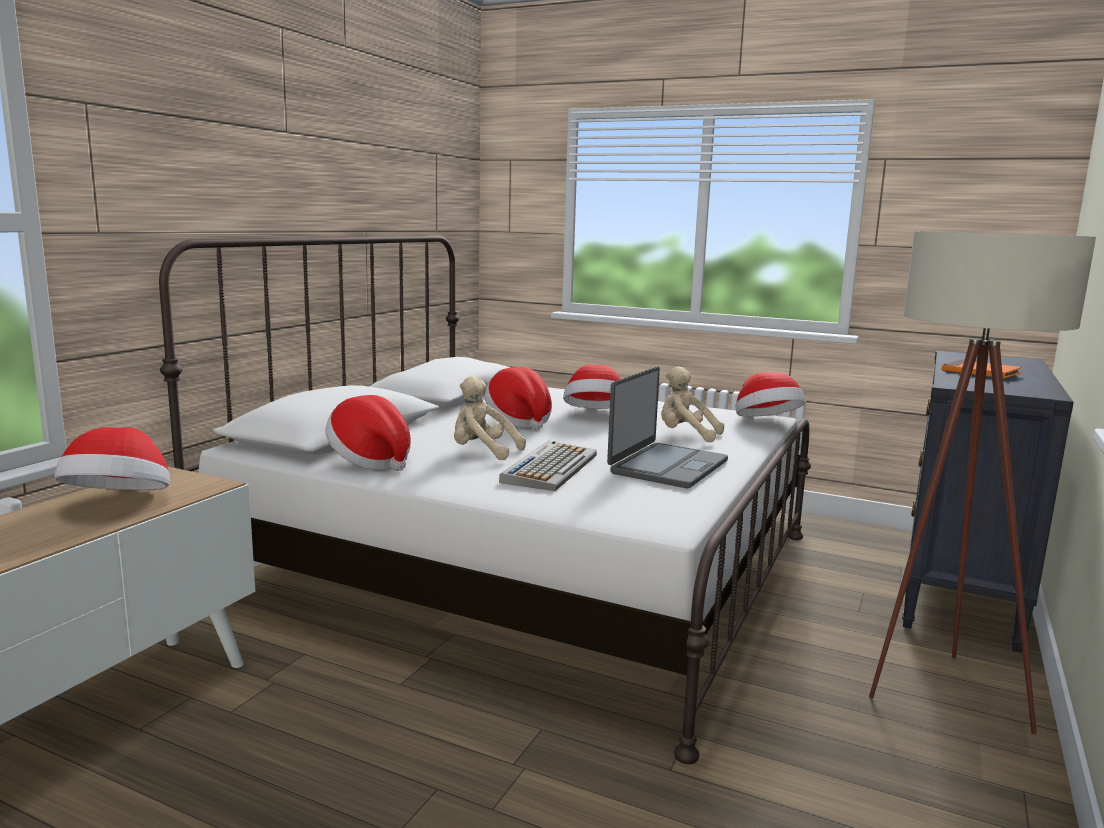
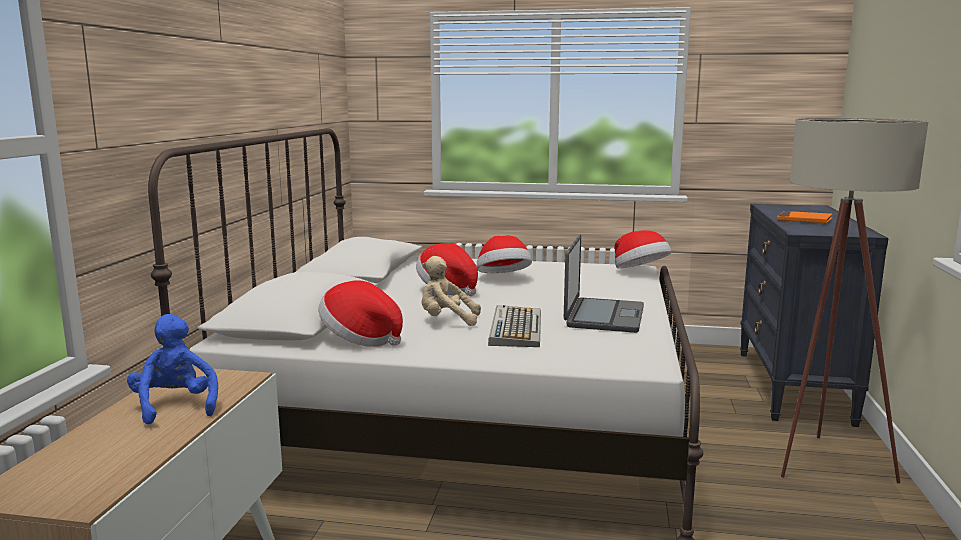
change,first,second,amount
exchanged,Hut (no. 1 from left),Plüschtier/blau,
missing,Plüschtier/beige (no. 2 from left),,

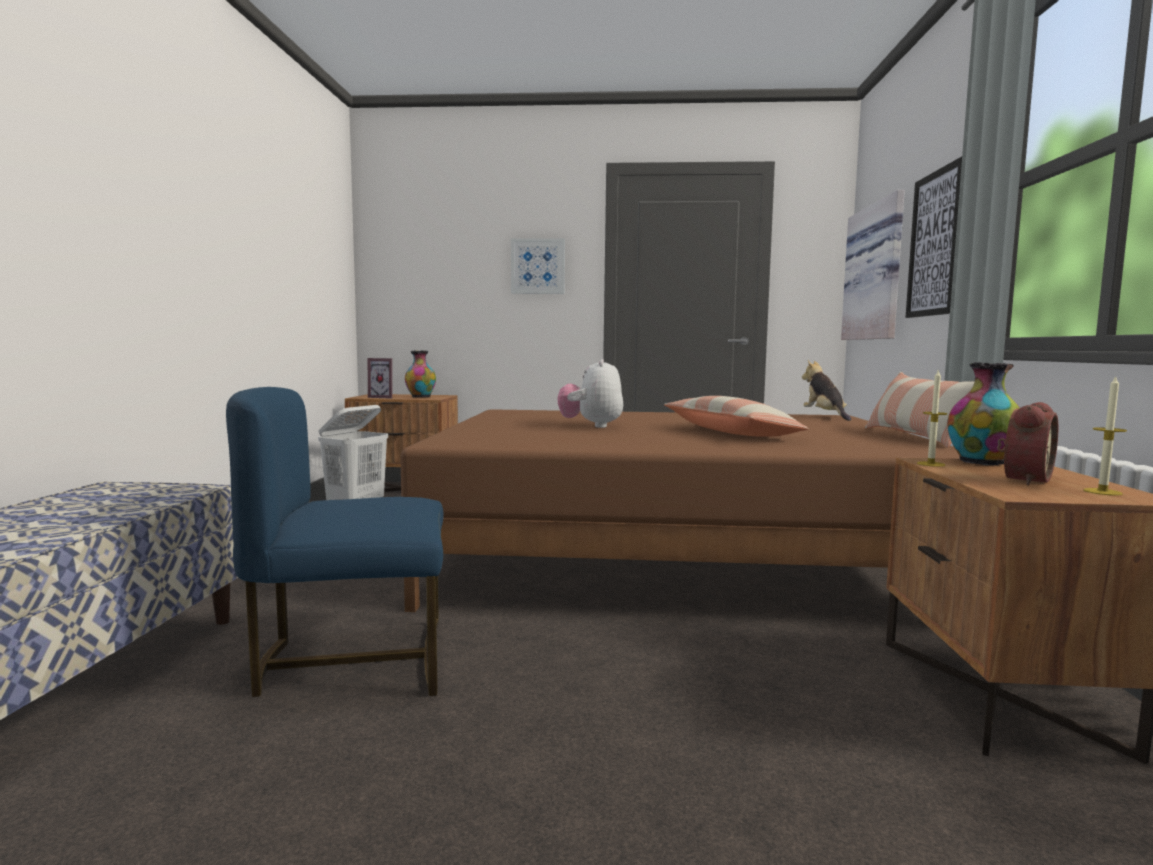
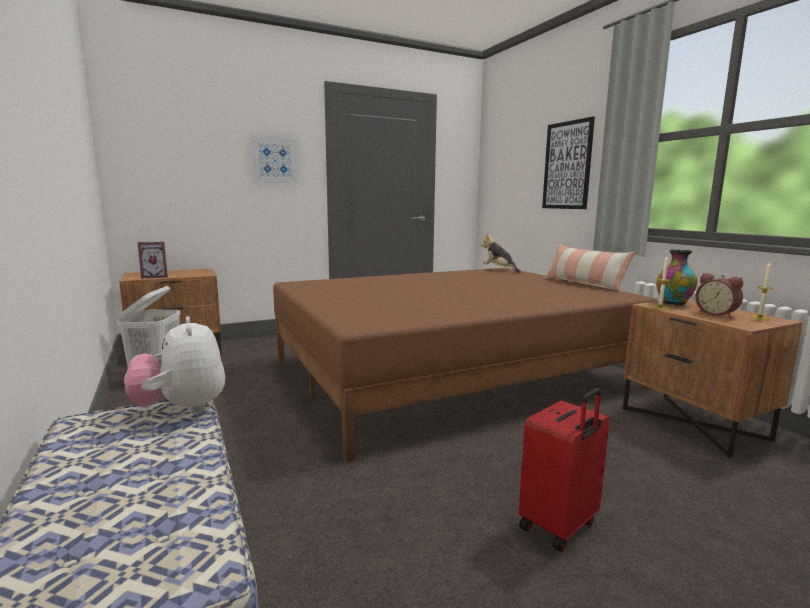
change,first,second,amount
missing,Stuhl/blau,,
missing,Vase (no. 1 from left),,
relocated,Plüschtier (no. 1 from left),,
missing,Kissen (no. 1 from left),,
missing,Bild (no. 2 from left),,
spun,Wecker,,135 degrees clockwise
appeared,,Koffer/rot,

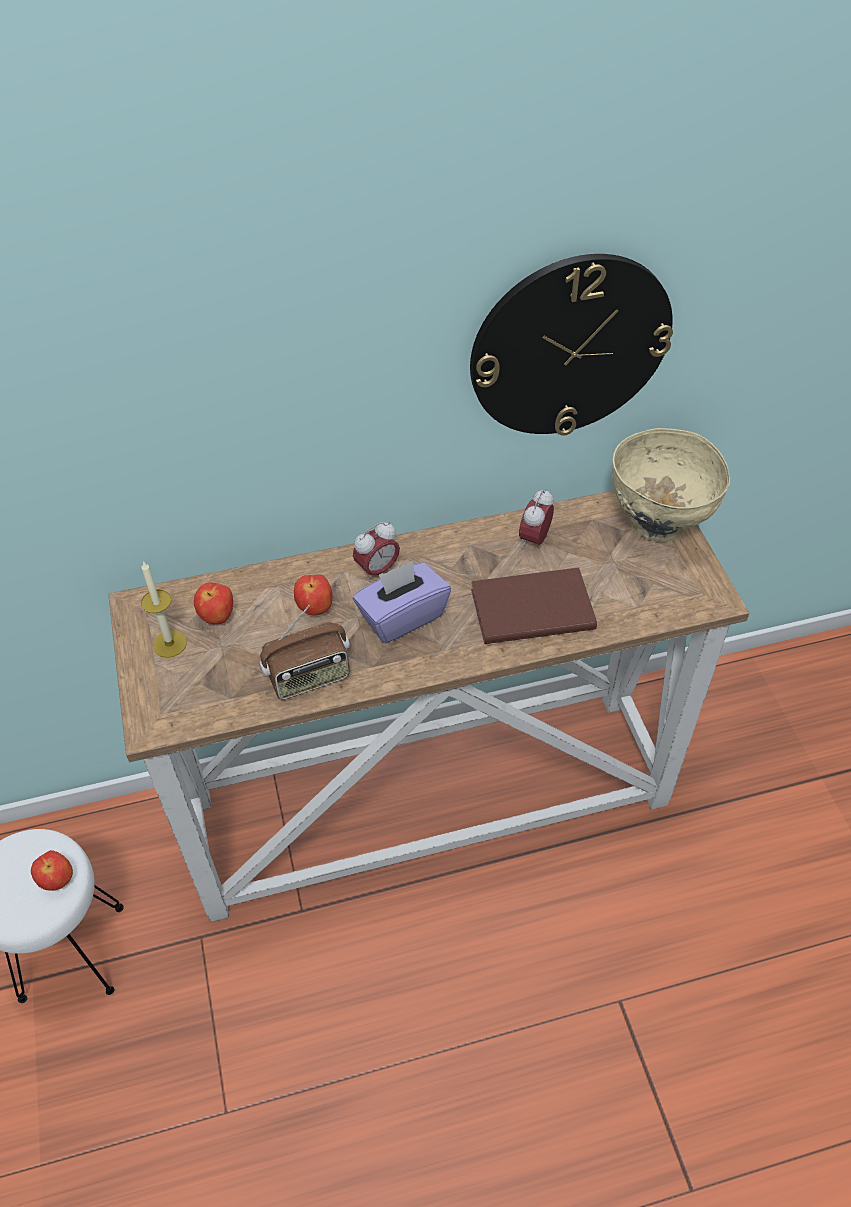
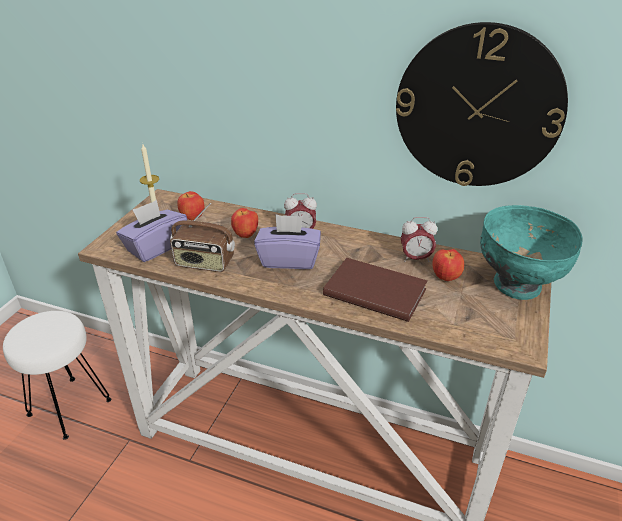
change,first,second,amount
relocated,Apfel (no. 1 from left in the first image),Apfel (no. 3 from left),
spun,Wecker (no. 2 from left),,150 degrees counterclockwise
colour,Schüssel/beige,Schüssel/türkis,
appeared,,Taschentuchbox/lila (no. 1 from left),

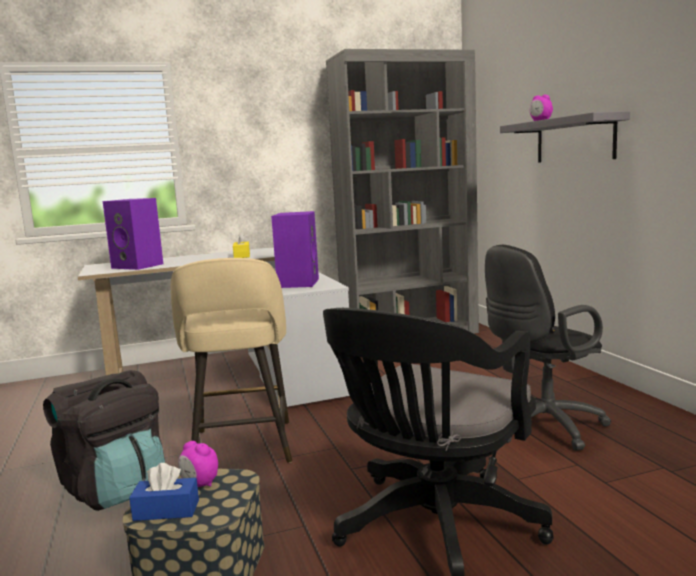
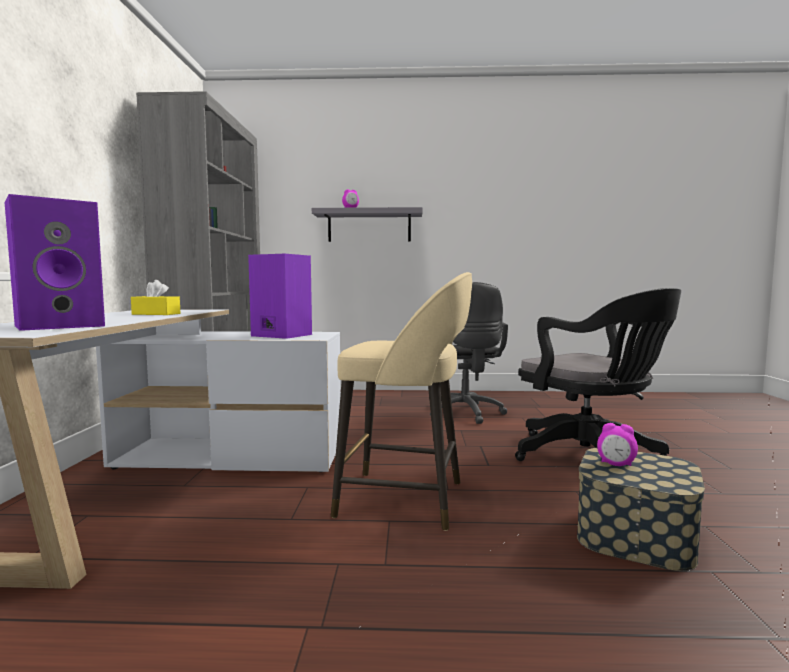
change,first,second,amount
missing,Rucksack/schwarz,,
missing,Taschentuchbox/blau,,
spun,Wecker (no. 1 from left in the first image),Wecker (no. 2 from left),60 degrees clockwise

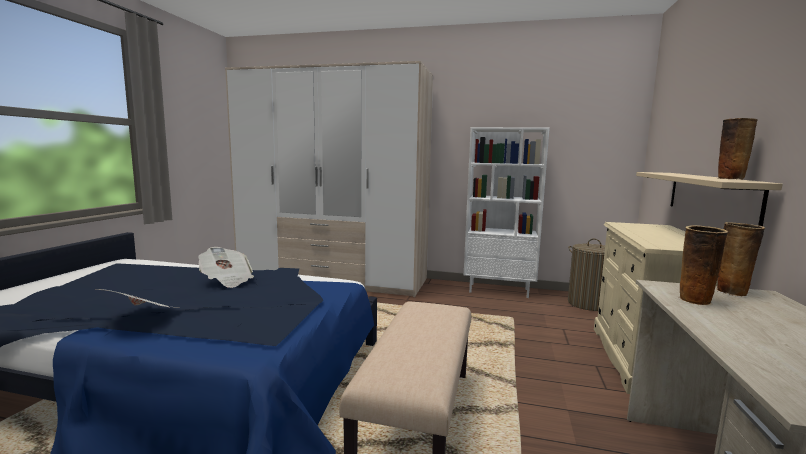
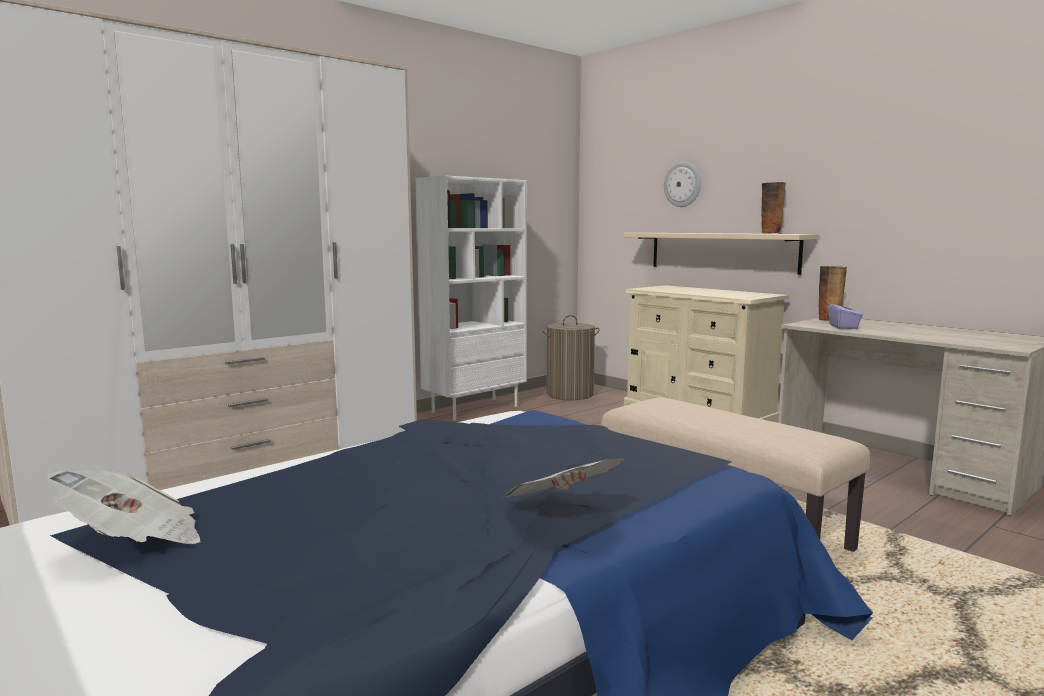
change,first,second,amount
relocated,Zeitung (no. 2 from left in the first image),Zeitung (no. 1 from left),
exchanged,Vase (no. 1 from left),Taschentuchbox/lila,
appeared,,Wanduhr,

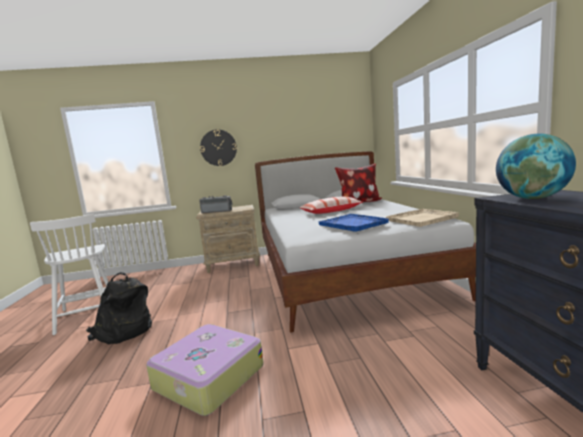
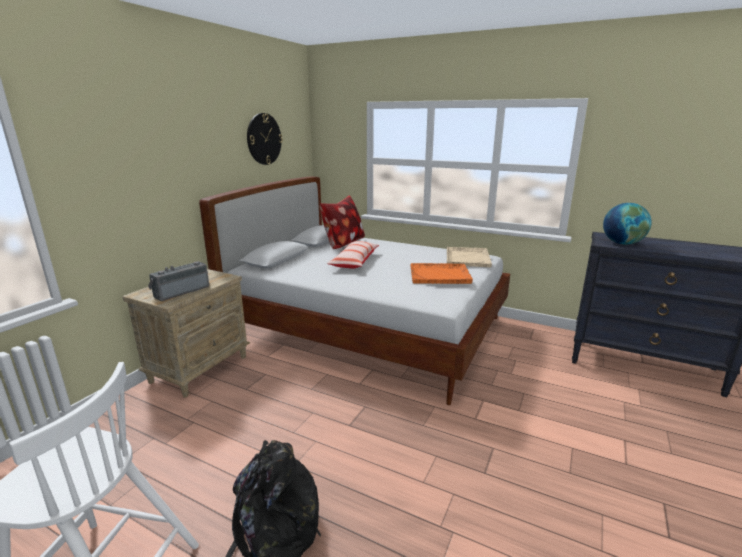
change,first,second,amount
missing,Koffer,,
relocated,Wanduhr,,
colour,Tablett/blau,Tablett/orange,

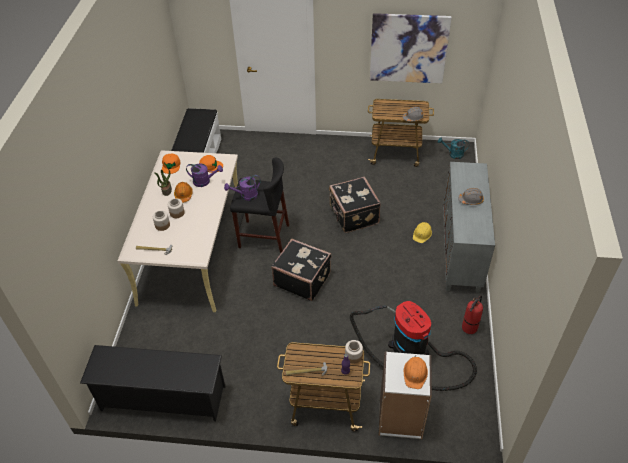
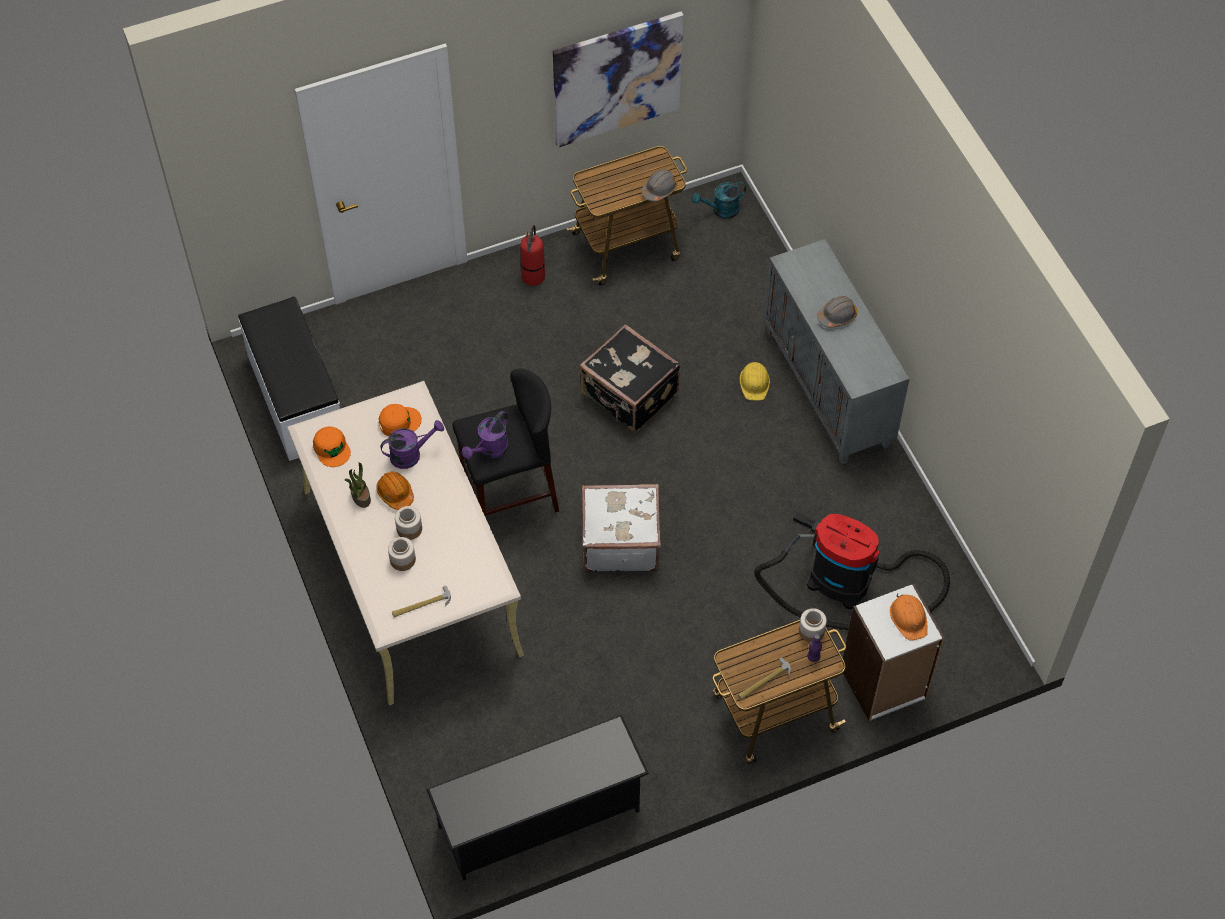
change,first,second,amount
colour,Koffer/schwarz (no. 1 from left),Koffer/weiß,
relocated,Feuerlöscher,,

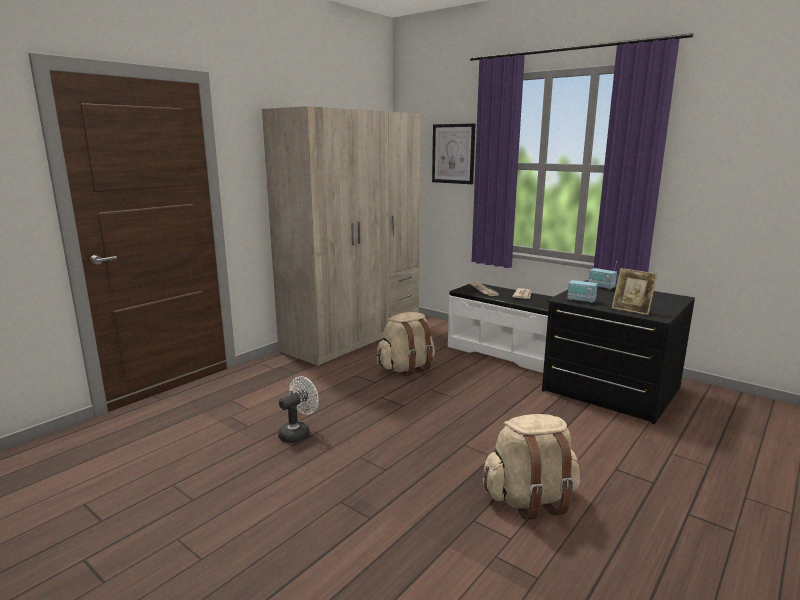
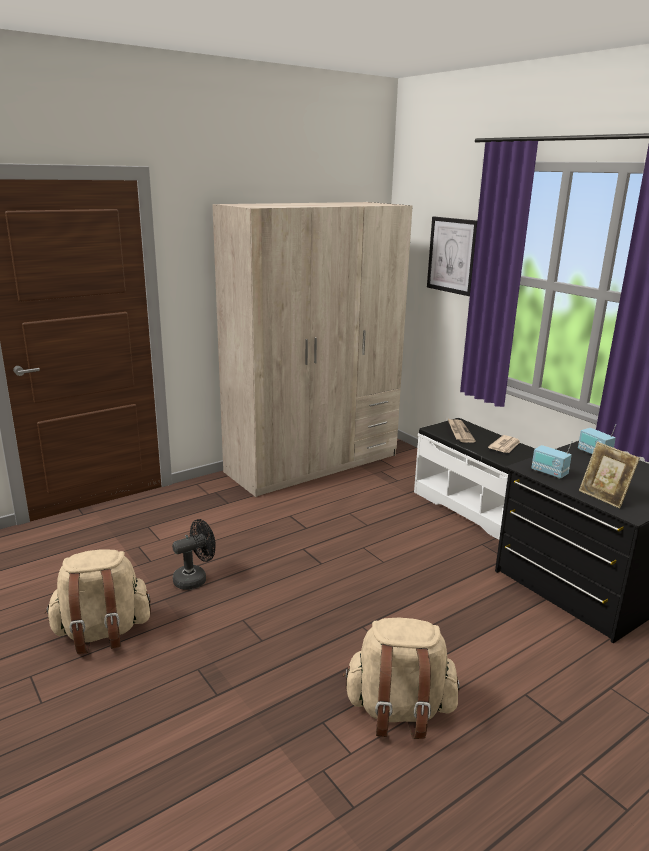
change,first,second,amount
colour,Ventilator/weiß,Ventilator/schwarz,
relocated,Rucksack/beige (no. 1 from left),,

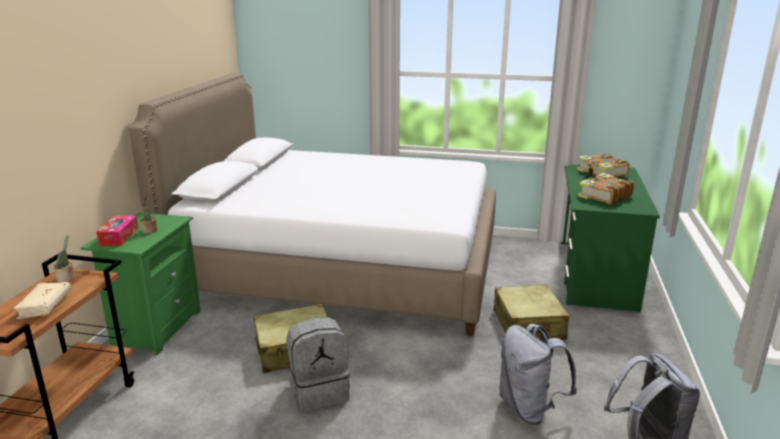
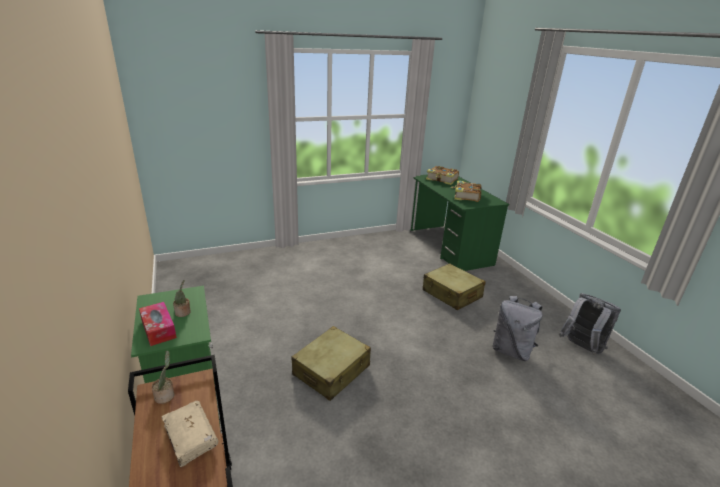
change,first,second,amount
missing,Bett/weiß,,
missing,Rucksack/grau (no. 1 from left),,

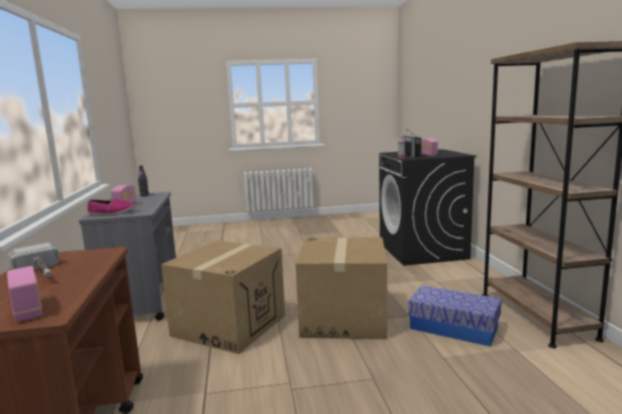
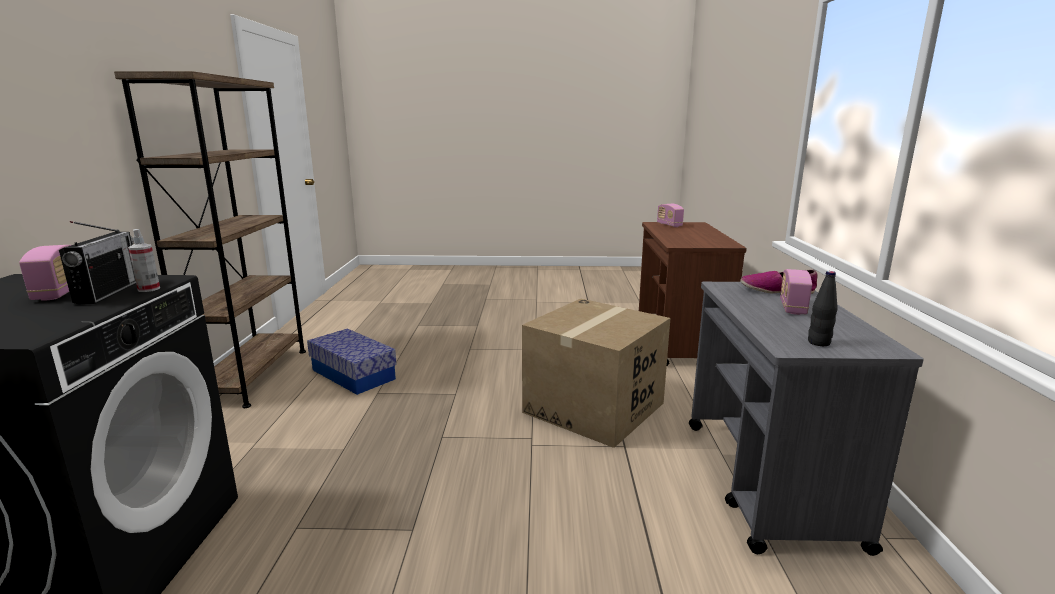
change,first,second,amount
missing,Hammer,,
missing,Karton (no. 2 from left),,

